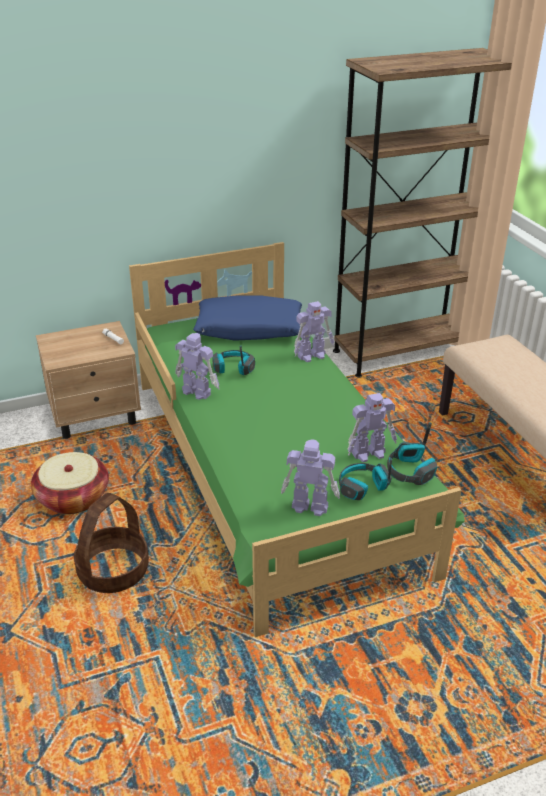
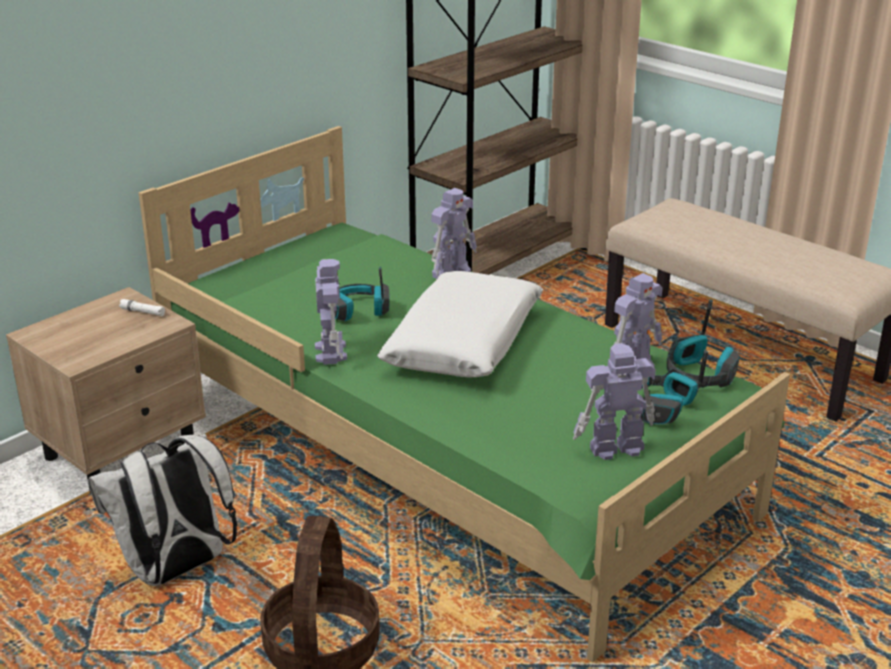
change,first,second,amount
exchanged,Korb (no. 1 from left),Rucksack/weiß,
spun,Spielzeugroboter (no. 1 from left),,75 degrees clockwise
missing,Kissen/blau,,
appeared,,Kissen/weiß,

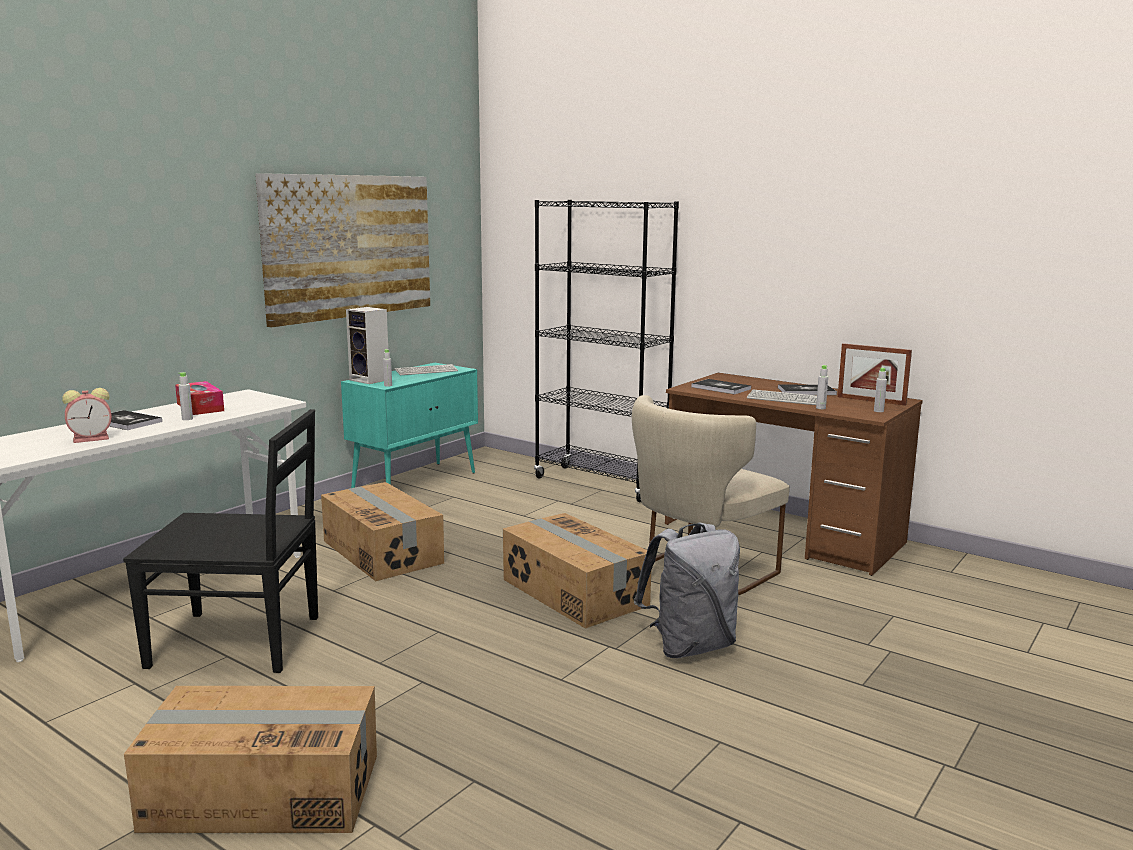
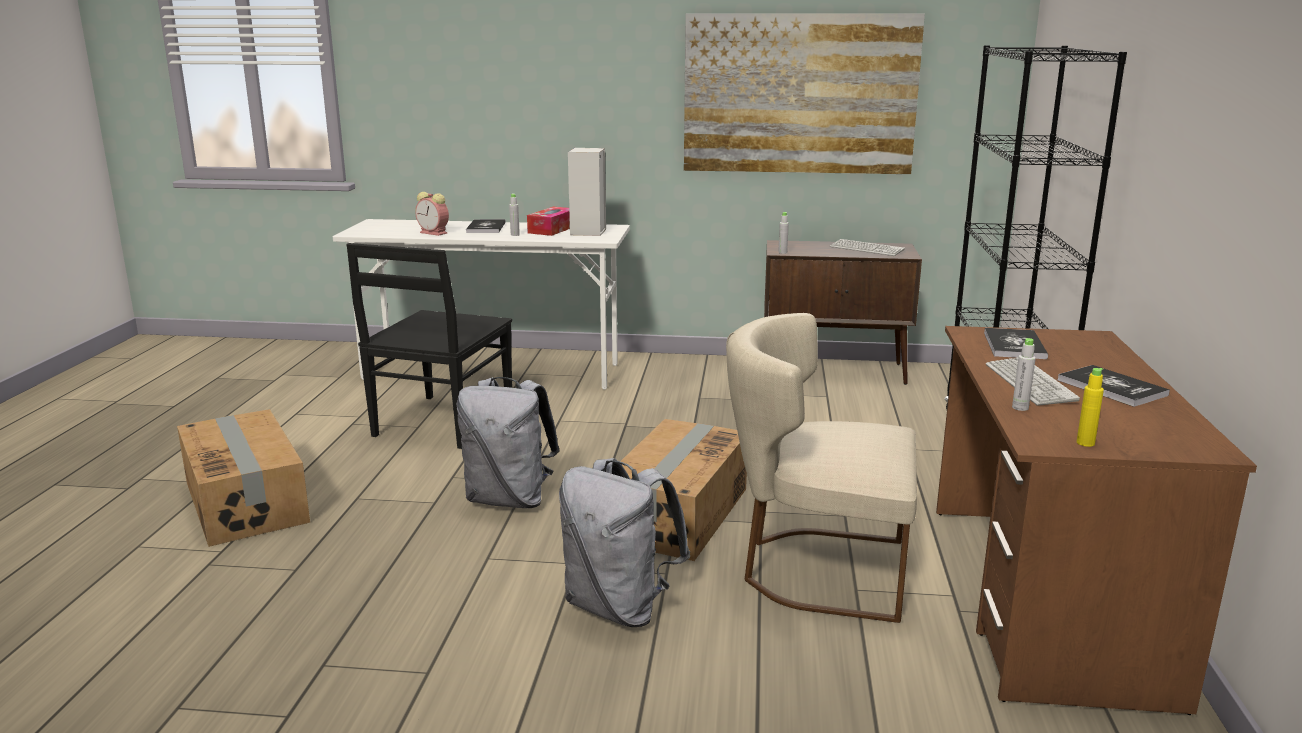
change,first,second,amount
spun,Stuhl/schwarz,,45 degrees clockwise
missing,Karton (no. 2 from left),,
colour,Schrank/türkis,Schrank/braun,
relocated,Lautsprecher,,
missing,Bilderrahmen,,
colour,Flasche/grau (no. 4 from left),Flasche/gelb,
appeared,,Rucksack/grau (no. 1 from left),

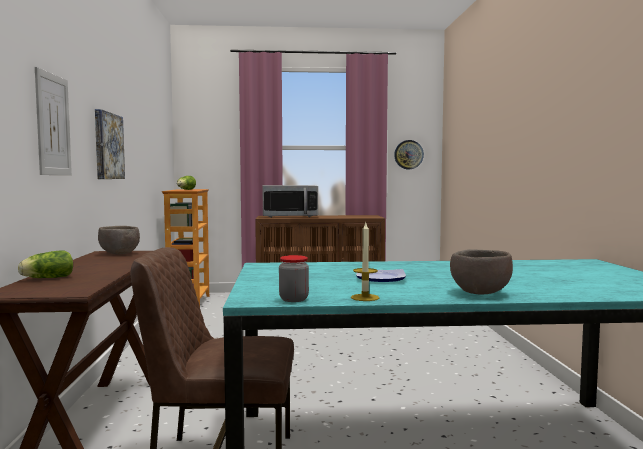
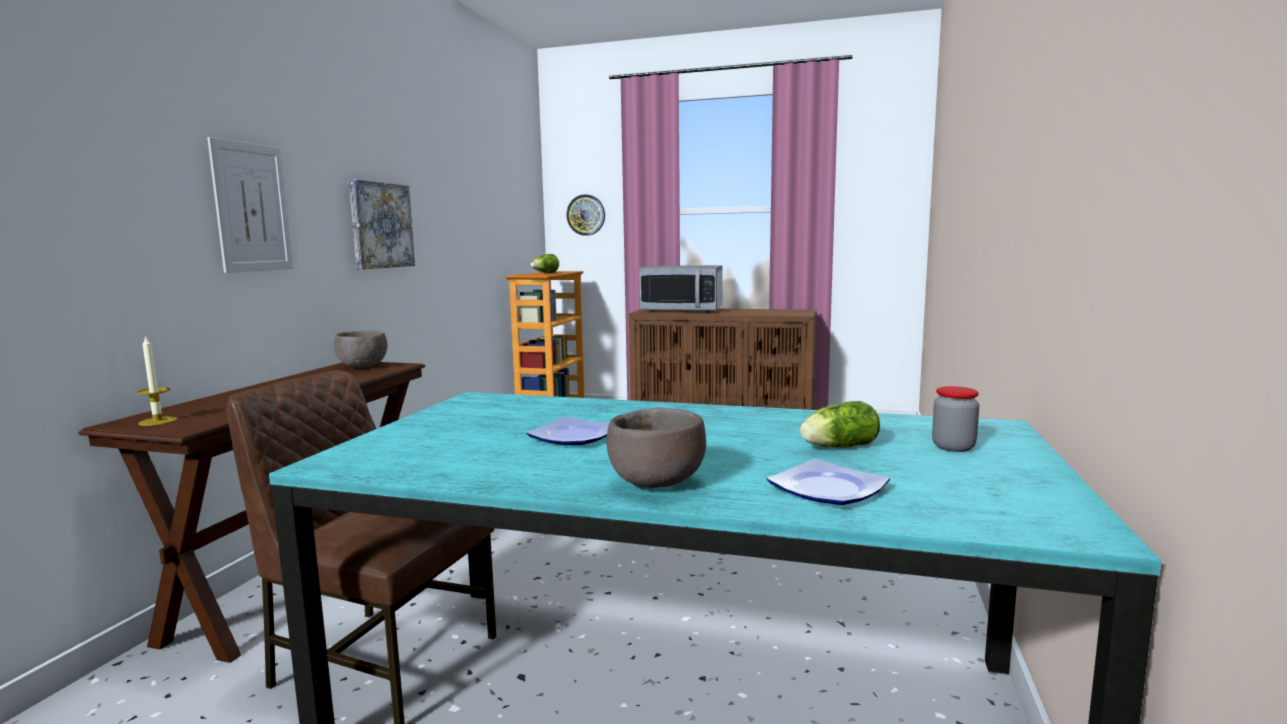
change,first,second,amount
relocated,Salatkopf (no. 1 from left in the first image),Salatkopf (no. 2 from left),
relocated,Vorratsglas,,
relocated,Kerze,,
relocated,Wanduhr,,
appeared,,Teller (no. 2 from left),

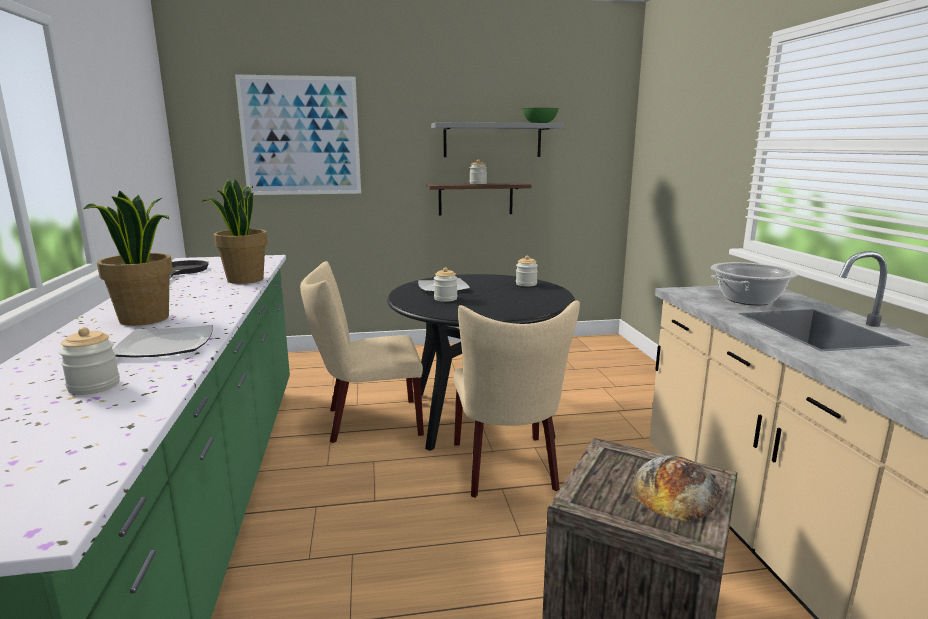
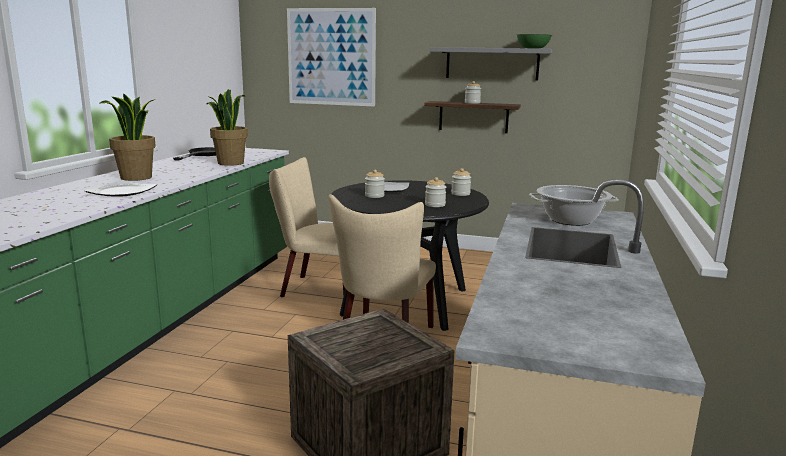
change,first,second,amount
relocated,Vorratsglas (no. 1 from left in the first image),Vorratsglas (no. 2 from left),
missing,Brot,,

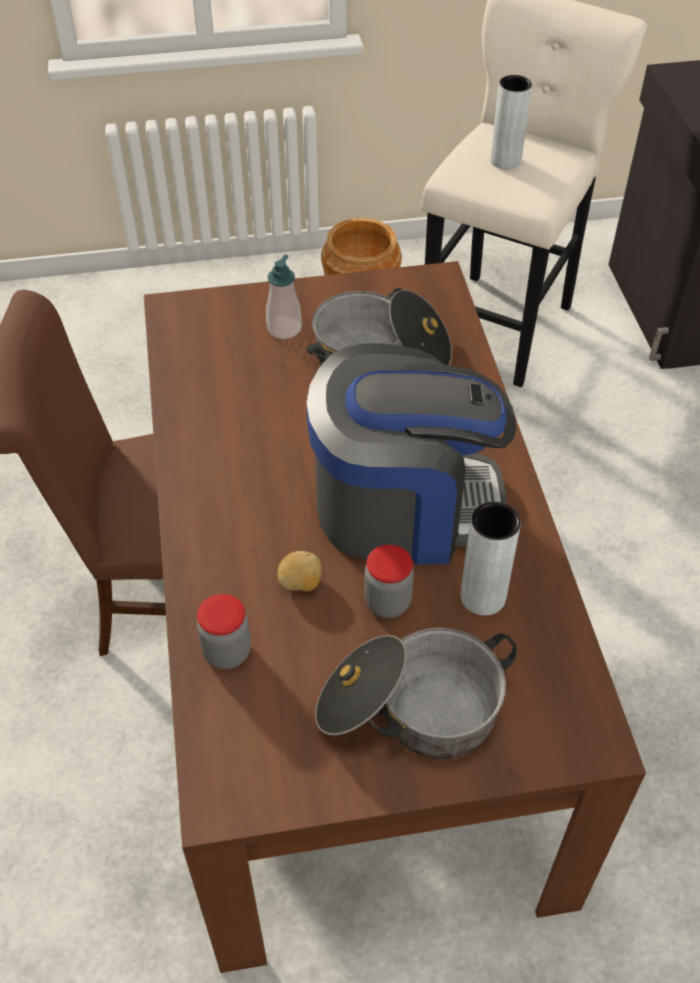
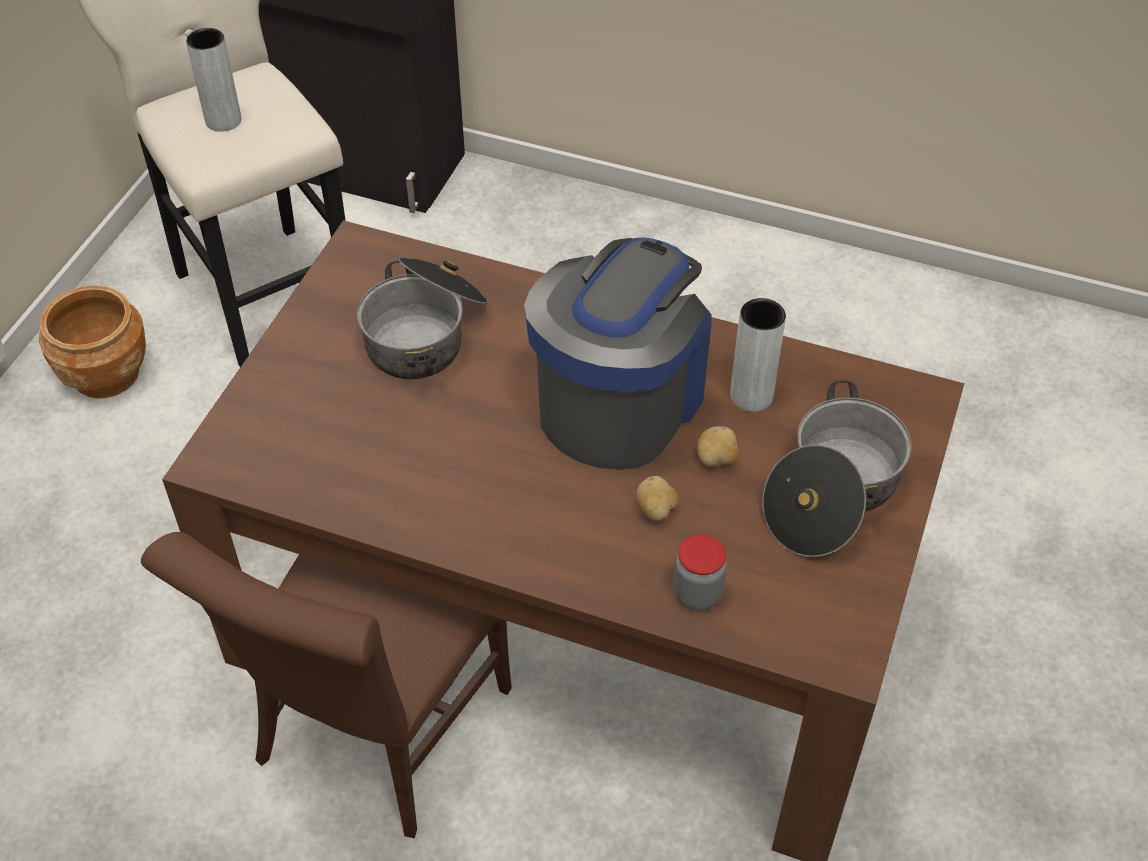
change,first,second,amount
missing,Seifenspender,,
exchanged,Vorratsglas (no. 2 from left),Kartoffel (no. 2 from left),

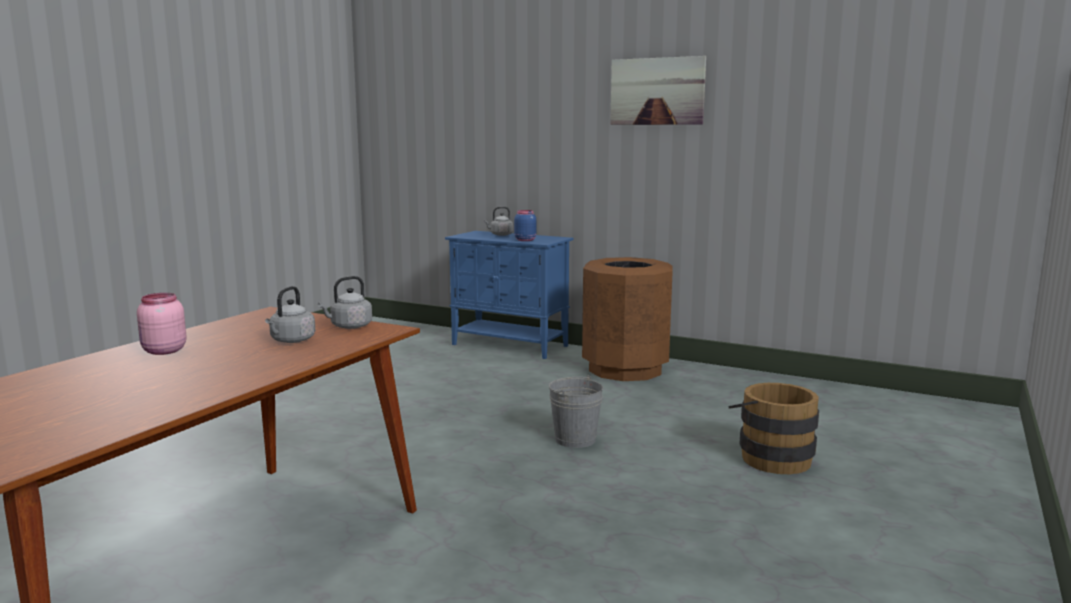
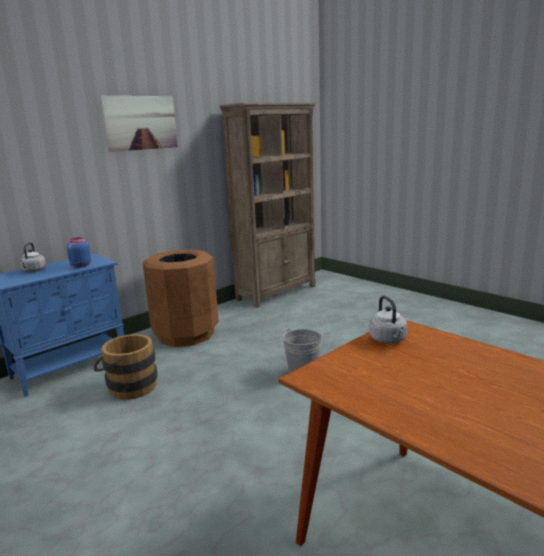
change,first,second,amount
missing,Vorratsglas/rosa,,
missing,Wasserkessel/grau (no. 1 from left),,
relocated,Eimer/braun,,
appeared,,Bücherregal/braun,

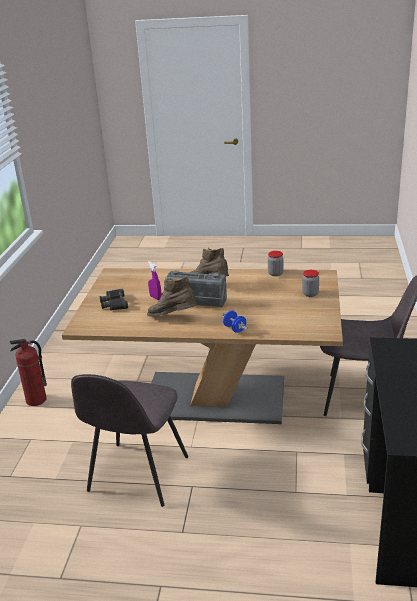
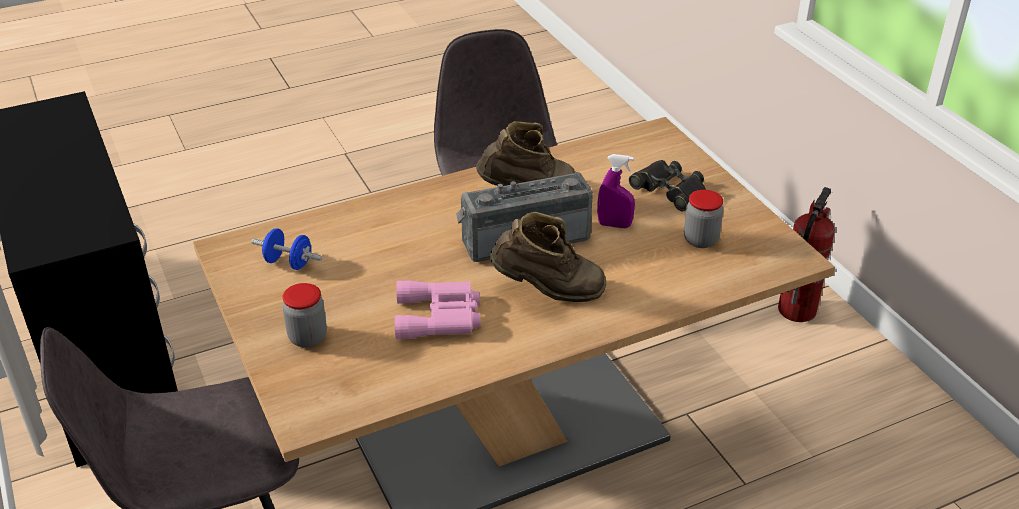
change,first,second,amount
relocated,Hantel/blau,,
relocated,Vorratsglas (no. 1 from left in the first image),Vorratsglas (no. 2 from left),
appeared,,Fernglas/rosa,

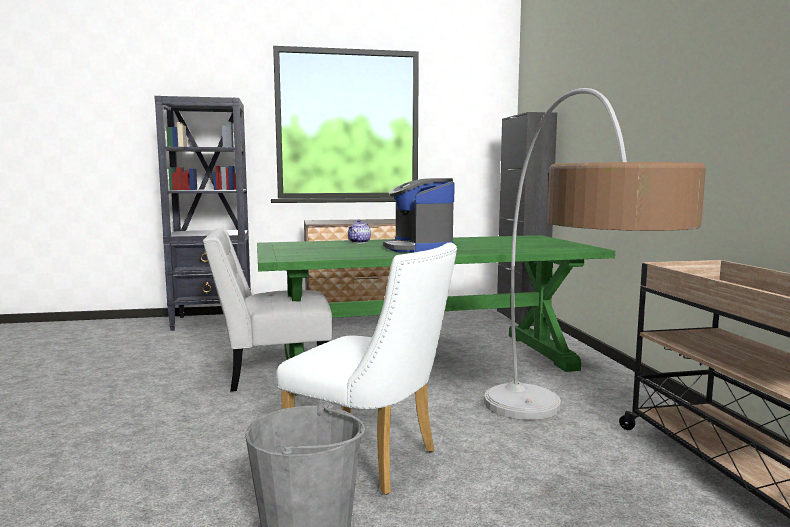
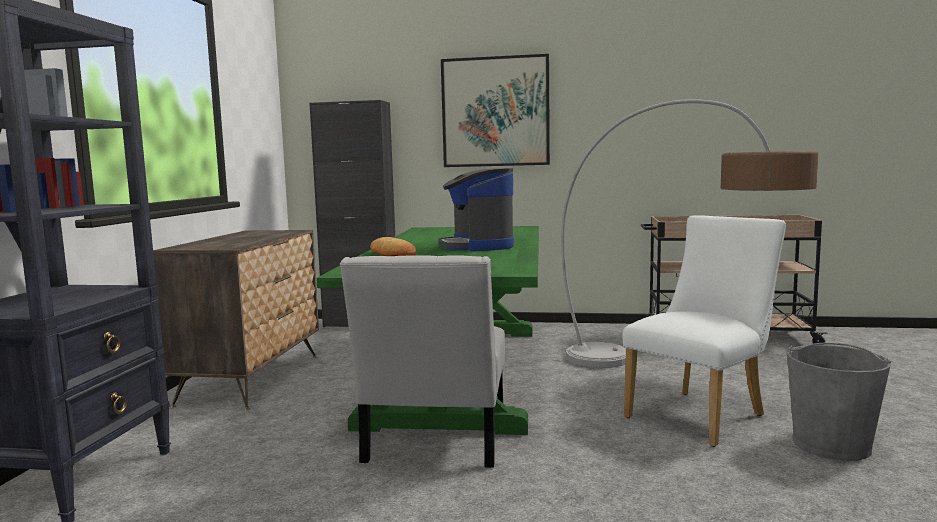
change,first,second,amount
exchanged,Teekanne,Brot,
spun,Kaffeemaschine,,75 degrees clockwise
appeared,,Bild,

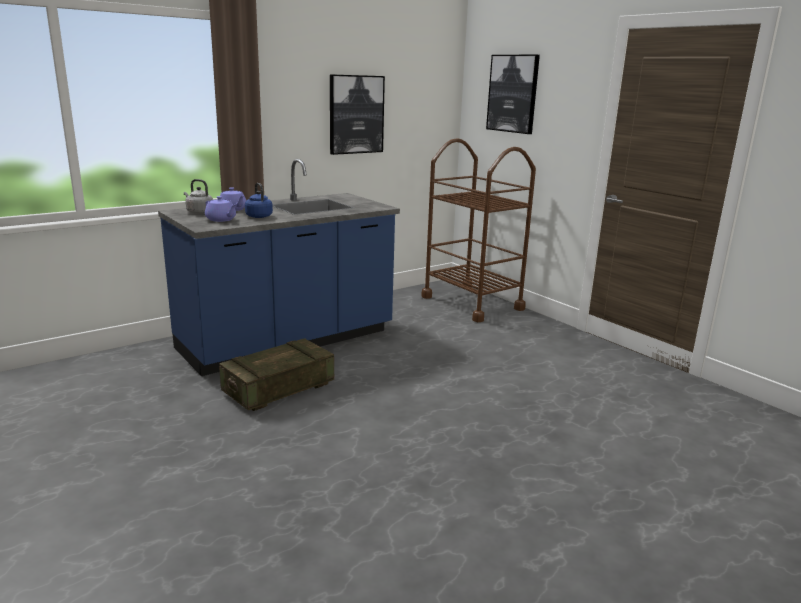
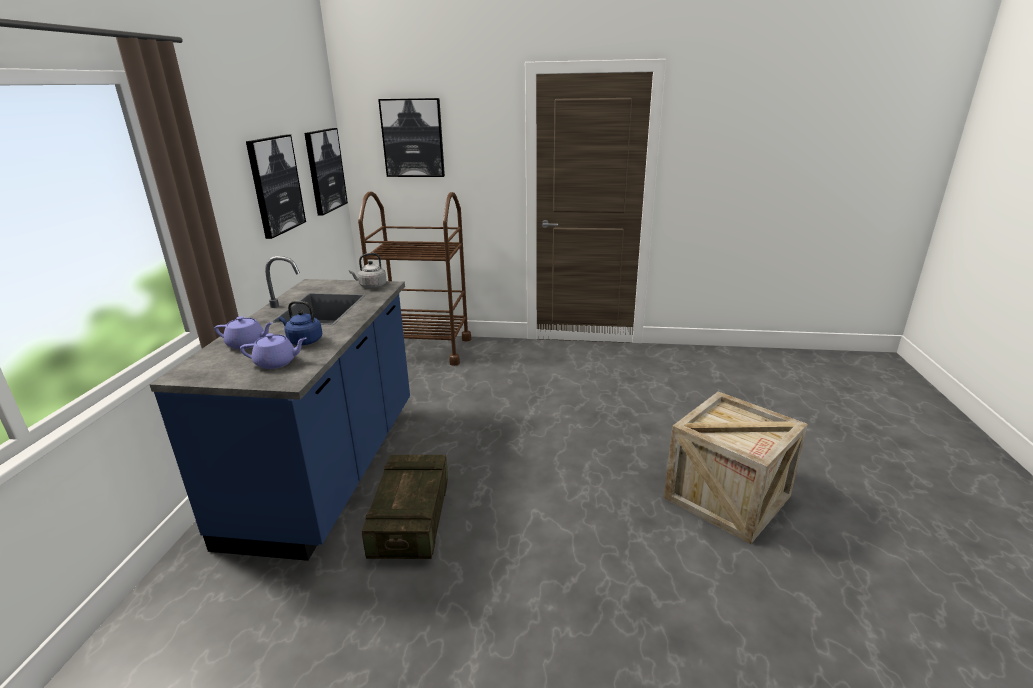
change,first,second,amount
relocated,Wasserkessel/grau,,
appeared,,Bild (no. 2 from left),
appeared,,Kiste (no. 2 from left),

